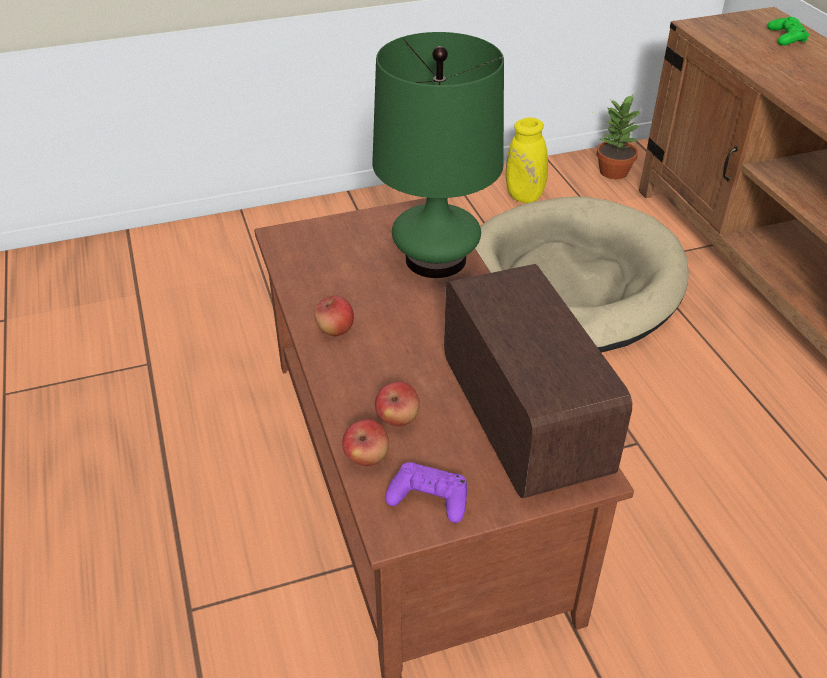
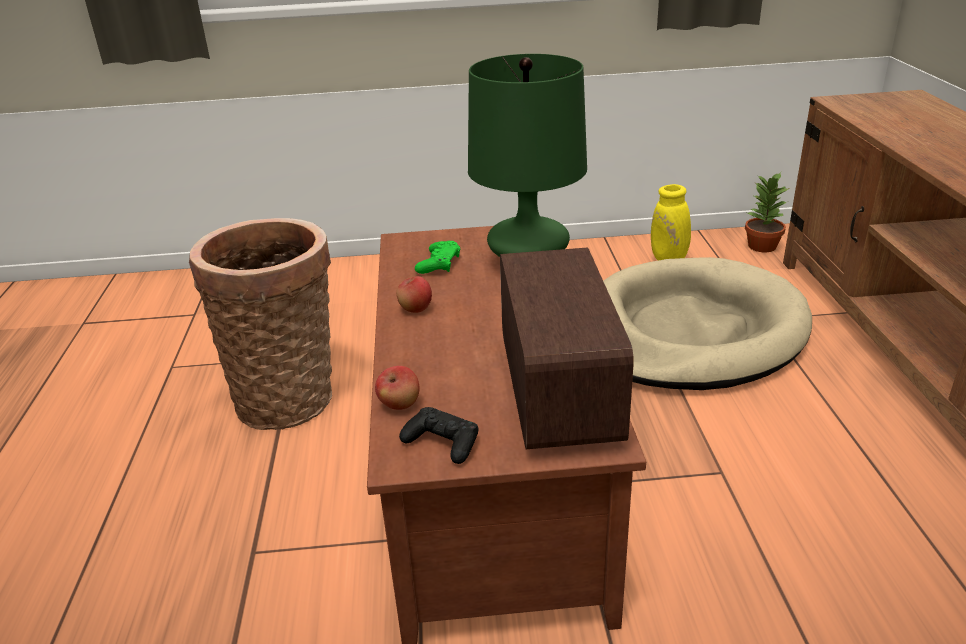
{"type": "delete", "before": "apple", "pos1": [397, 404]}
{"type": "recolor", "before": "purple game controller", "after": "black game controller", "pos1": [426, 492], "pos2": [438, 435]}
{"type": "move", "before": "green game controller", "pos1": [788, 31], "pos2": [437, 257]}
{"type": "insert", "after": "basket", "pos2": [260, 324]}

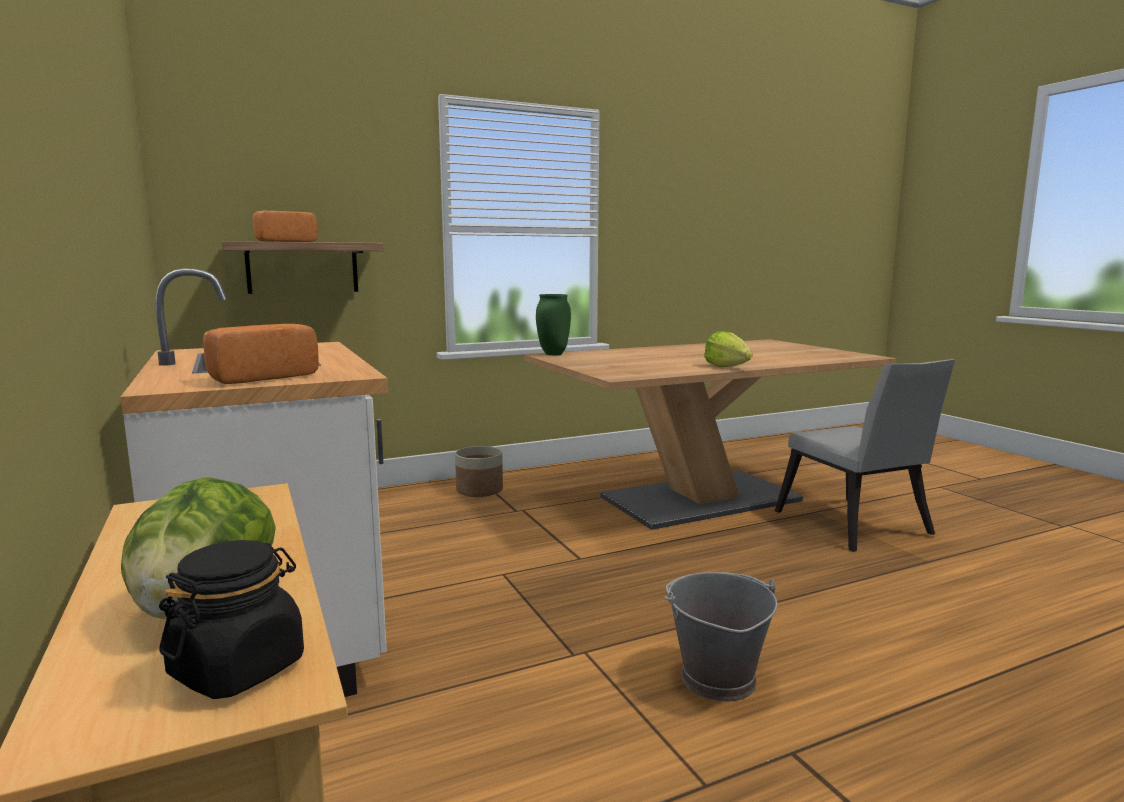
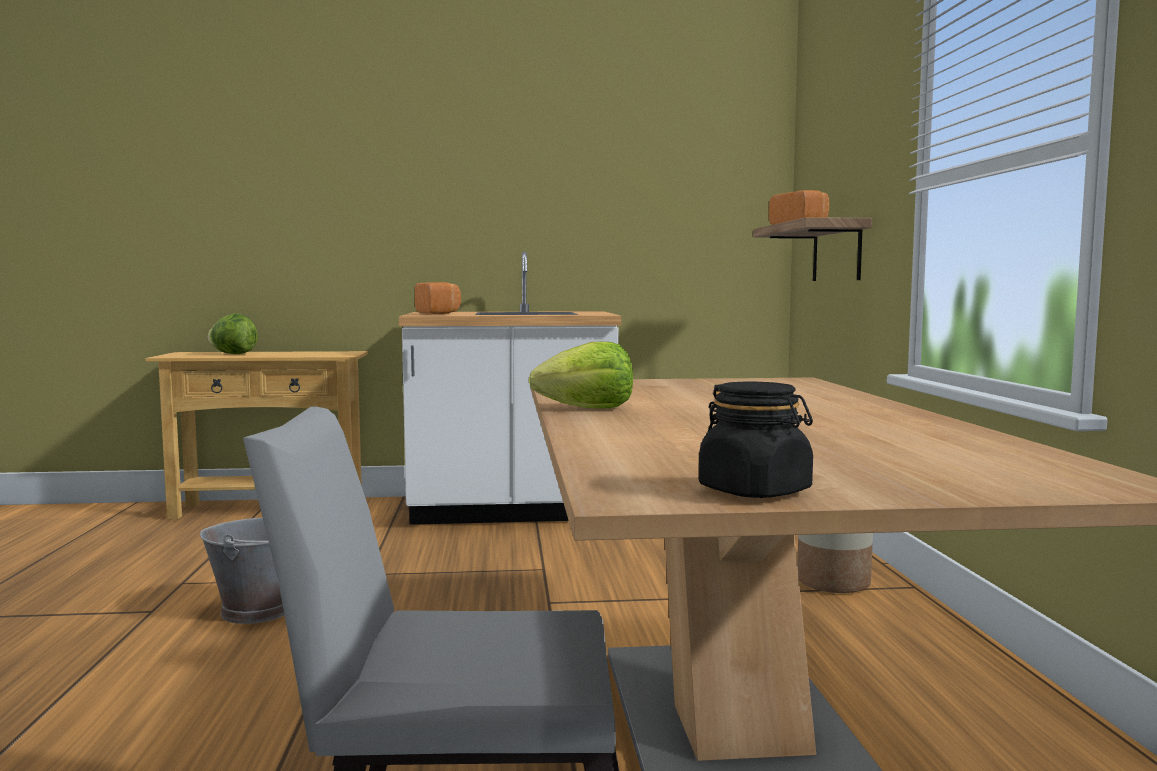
{"type": "move", "before": "black jar", "pos1": [231, 619], "pos2": [756, 439]}
{"type": "delete", "before": "green vase", "pos1": [553, 324]}

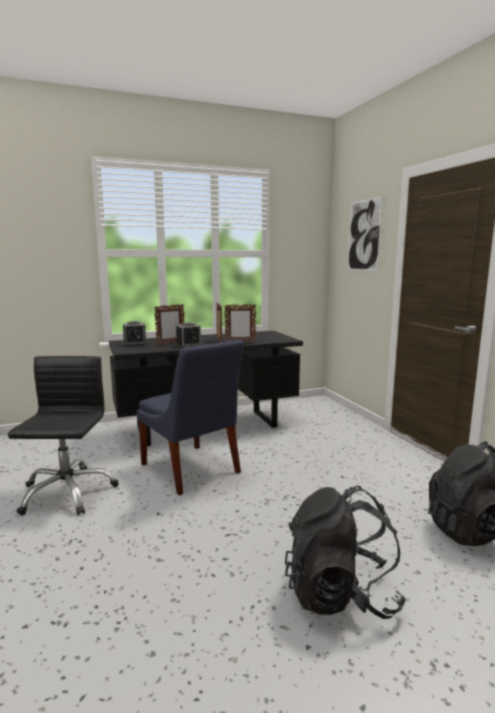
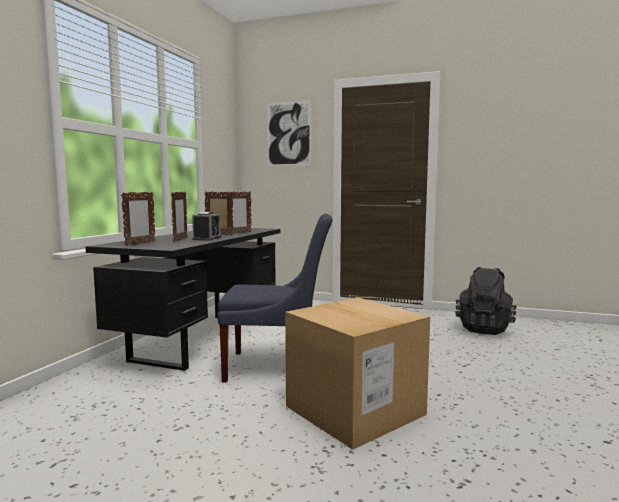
{"type": "delete", "before": "black office chair", "pos1": [63, 436]}
{"type": "replace", "before": "alarm clock", "after": "picture frame", "pos1": [135, 333], "pos2": [138, 219]}
{"type": "delete", "before": "black backpack", "pos1": [345, 552]}
{"type": "insert", "after": "cardboard box", "pos2": [357, 374]}

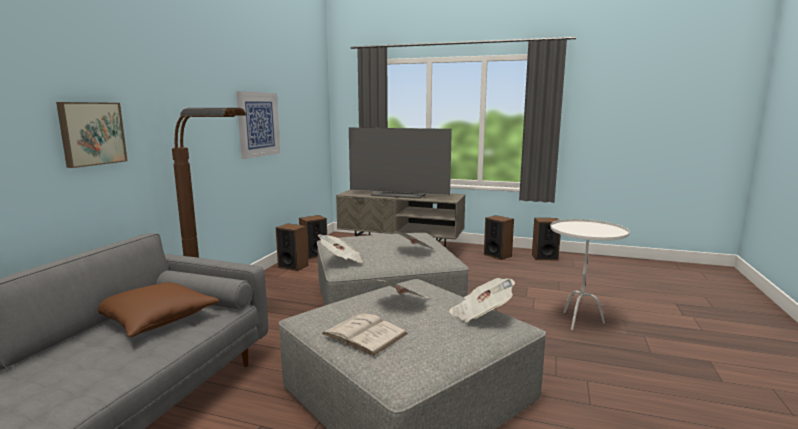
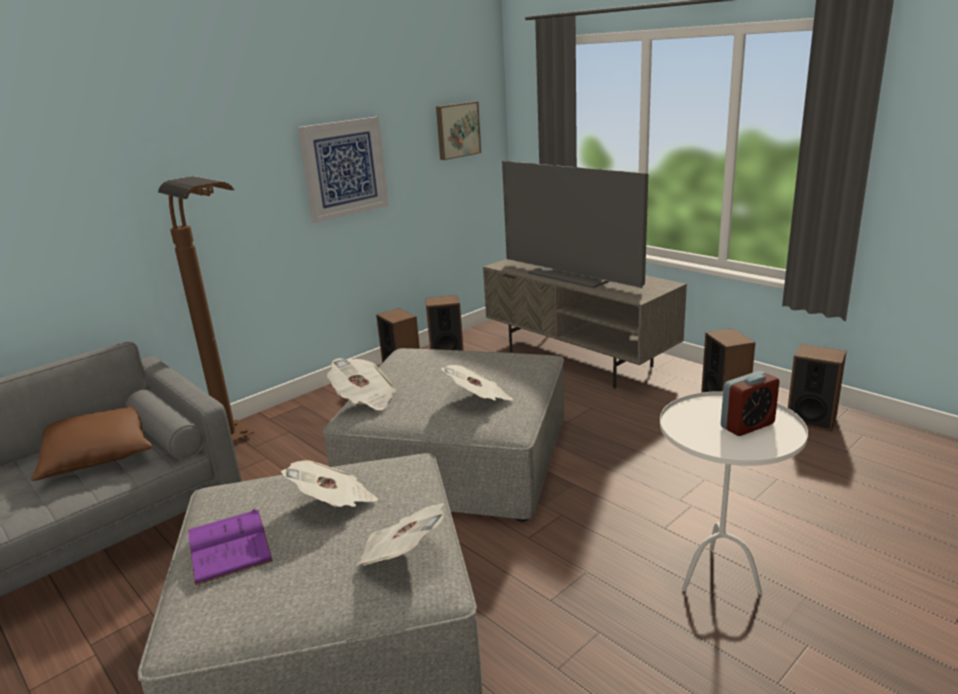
{"type": "move", "before": "picture", "pos1": [92, 135], "pos2": [458, 131]}
{"type": "recolor", "before": "white book", "after": "purple book", "pos1": [365, 333], "pos2": [230, 547]}
{"type": "insert", "after": "alarm clock", "pos2": [750, 403]}

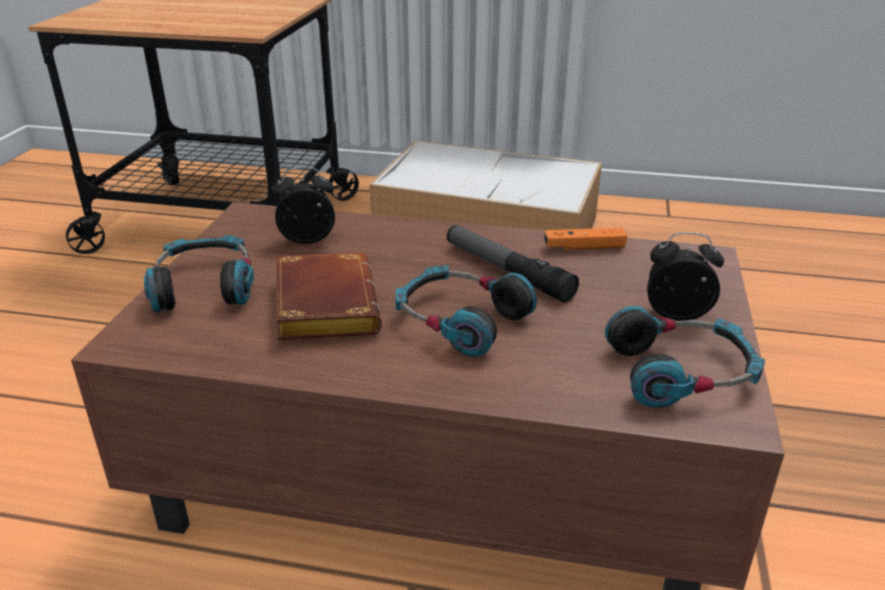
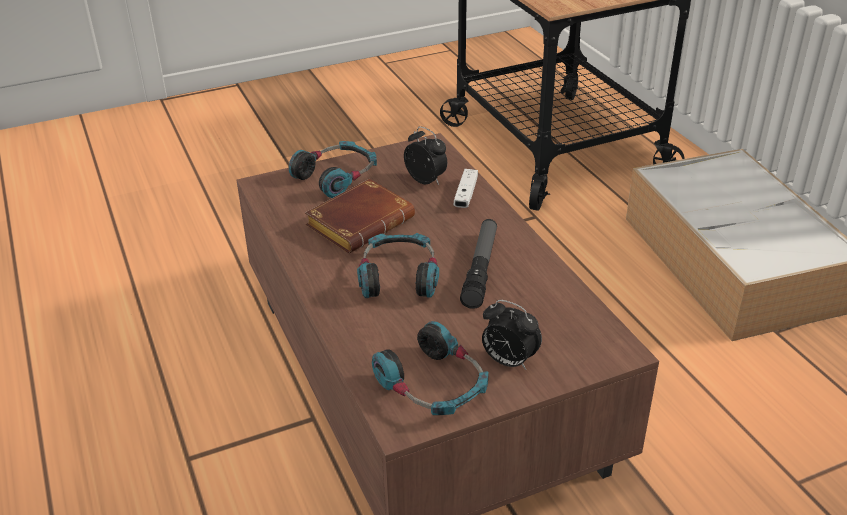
{"type": "delete", "before": "orange game controller", "pos1": [585, 239]}
{"type": "rotate", "before": "alarm clock", "pos1": [685, 276], "pos2": [512, 335], "turn": 150}
{"type": "insert", "after": "white game controller", "pos2": [466, 188]}

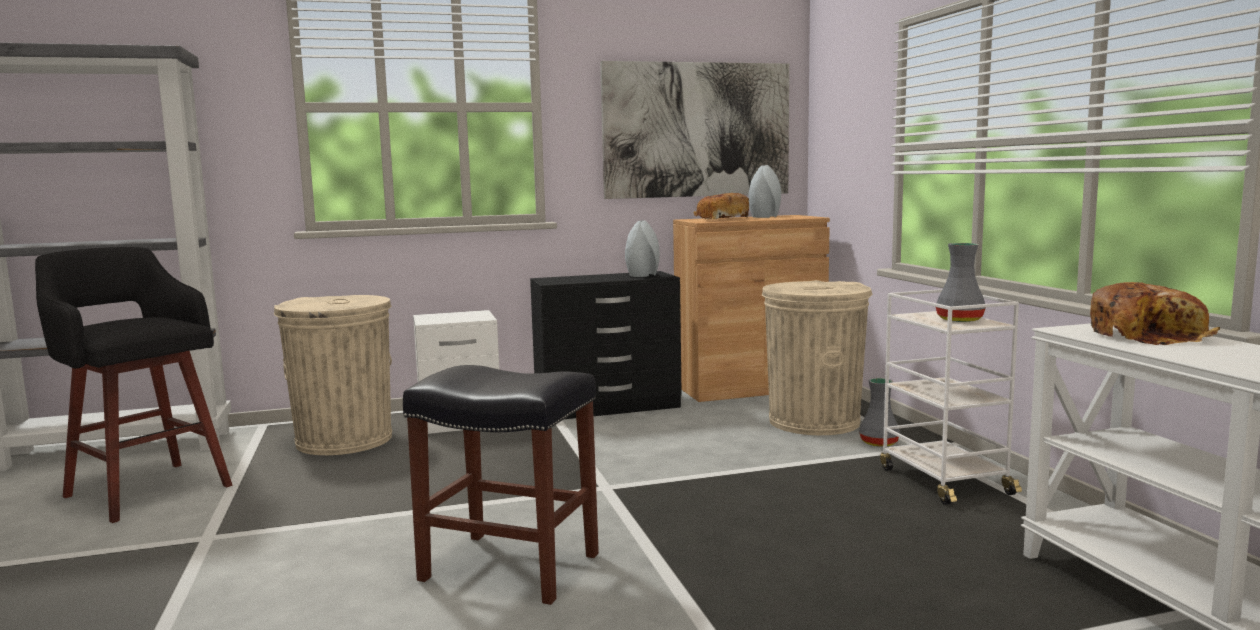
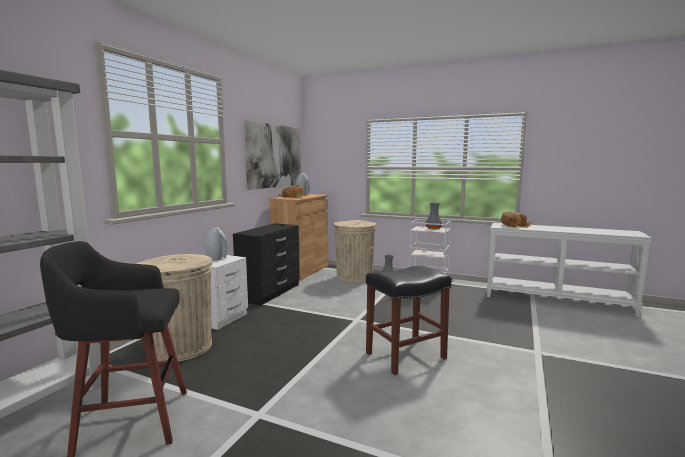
{"type": "move", "before": "grey vase", "pos1": [642, 248], "pos2": [216, 244]}

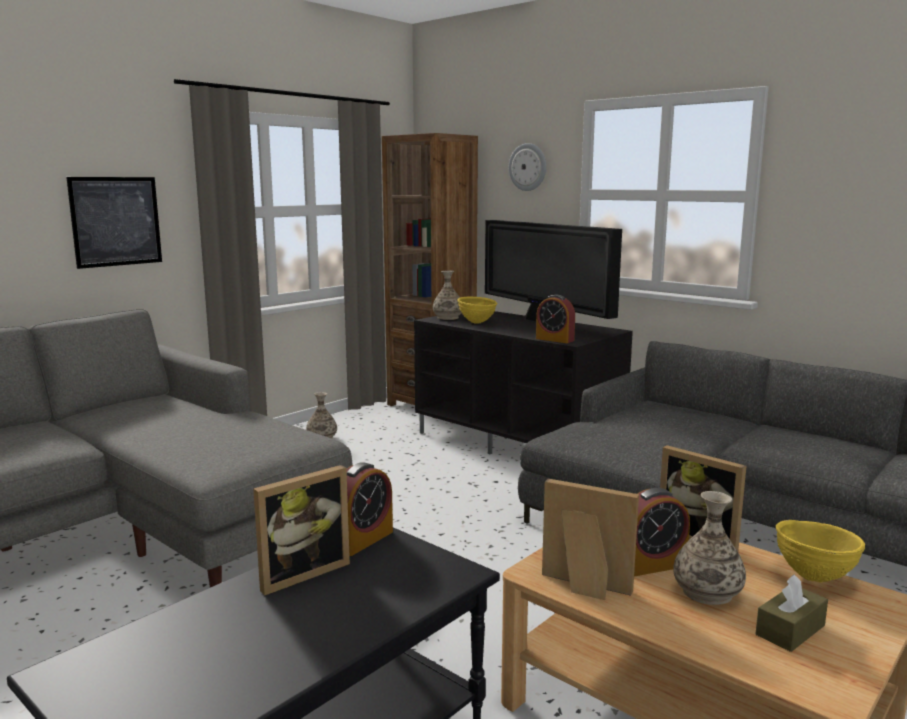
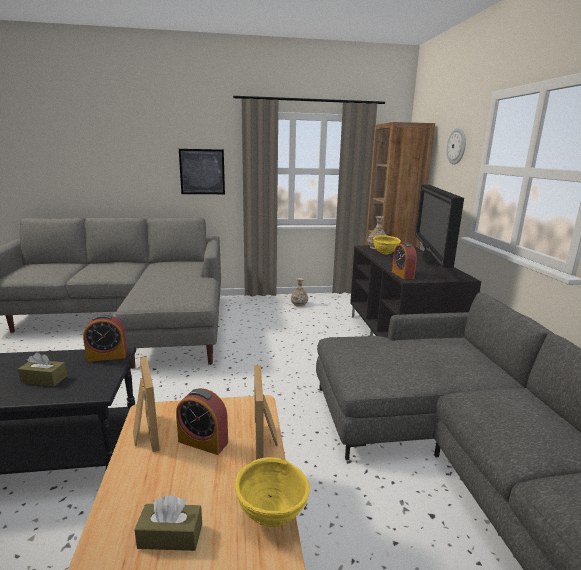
{"type": "delete", "before": "picture frame", "pos1": [301, 530]}
{"type": "delete", "before": "vase", "pos1": [709, 548]}
{"type": "insert", "after": "brown tissue box", "pos2": [42, 369]}

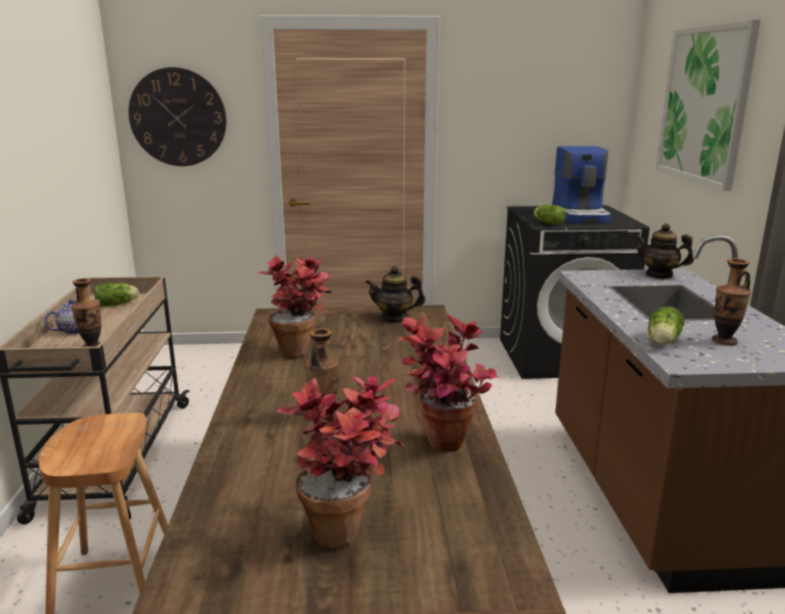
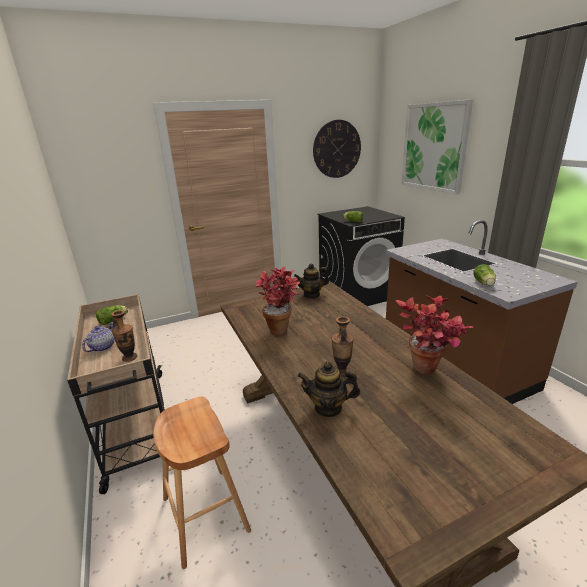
{"type": "move", "before": "wall clock", "pos1": [177, 116], "pos2": [337, 149]}
{"type": "delete", "before": "potted plant", "pos1": [340, 462]}
{"type": "delete", "before": "coffee machine", "pos1": [581, 184]}
{"type": "move", "before": "teapot", "pos1": [664, 251], "pos2": [329, 389]}
{"type": "delete", "before": "vase", "pos1": [731, 302]}

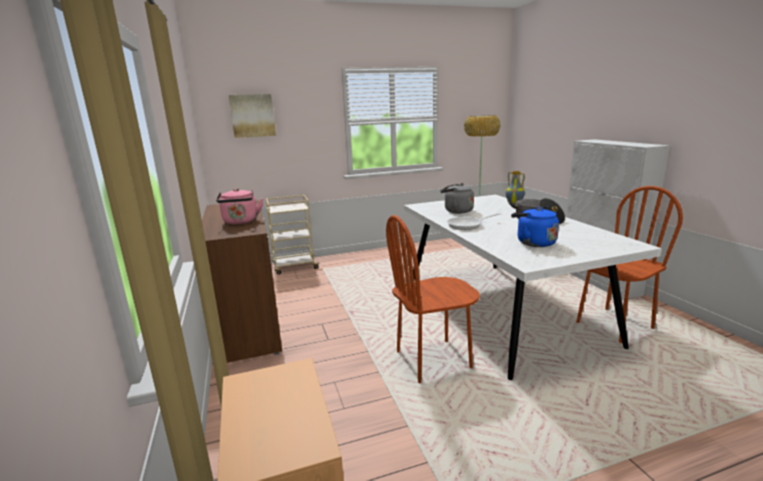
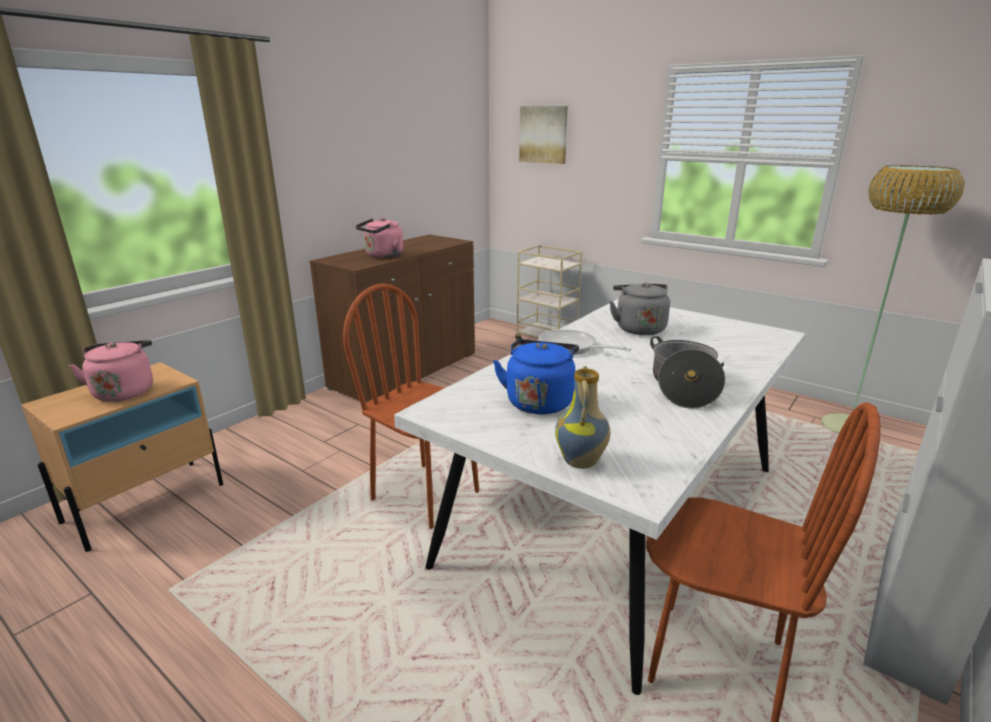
{"type": "move", "before": "vase", "pos1": [515, 187], "pos2": [582, 417]}
{"type": "insert", "after": "pink kettle", "pos2": [111, 371]}

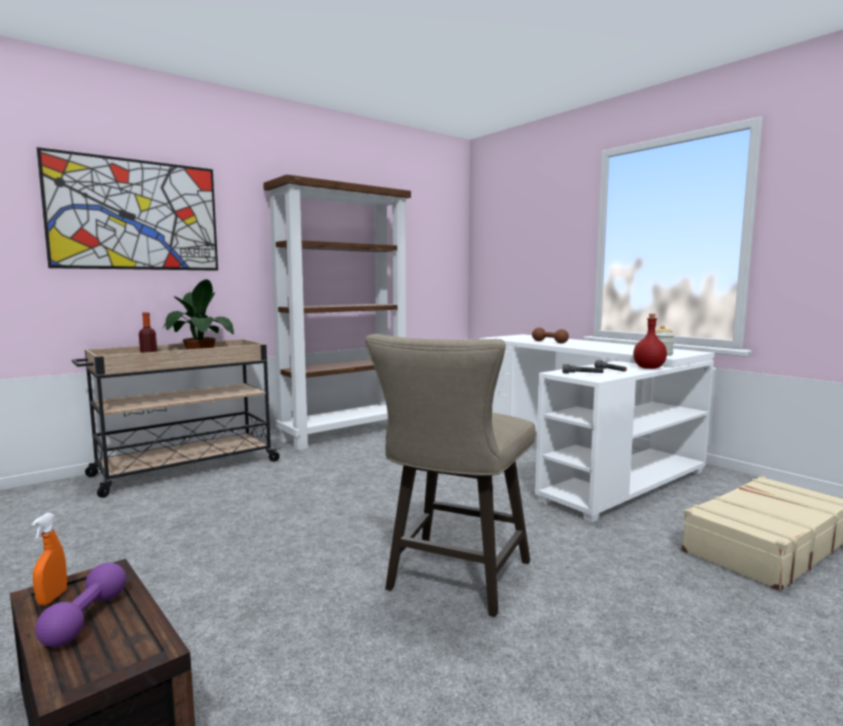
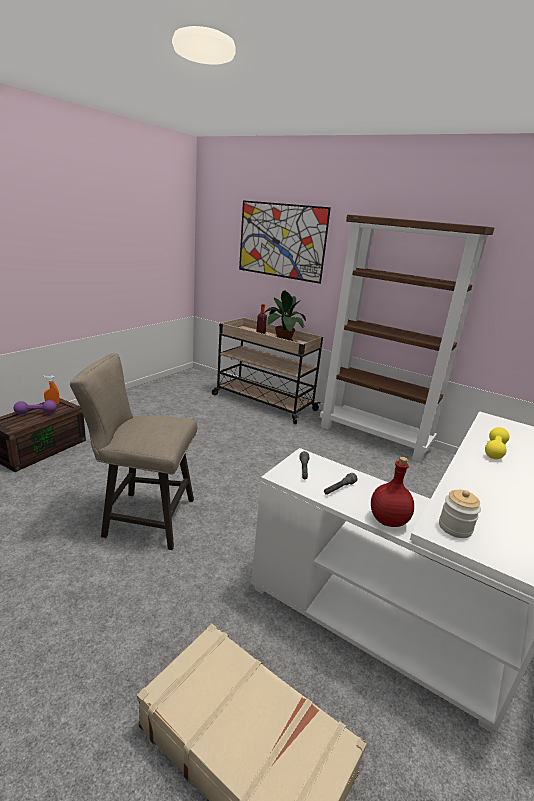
{"type": "recolor", "before": "brown dumbbell", "after": "yellow dumbbell", "pos1": [550, 335], "pos2": [497, 443]}

